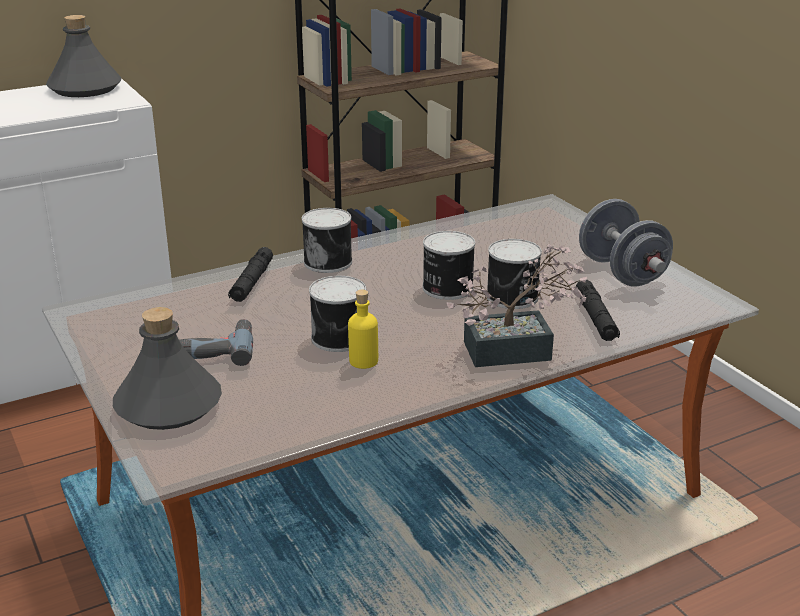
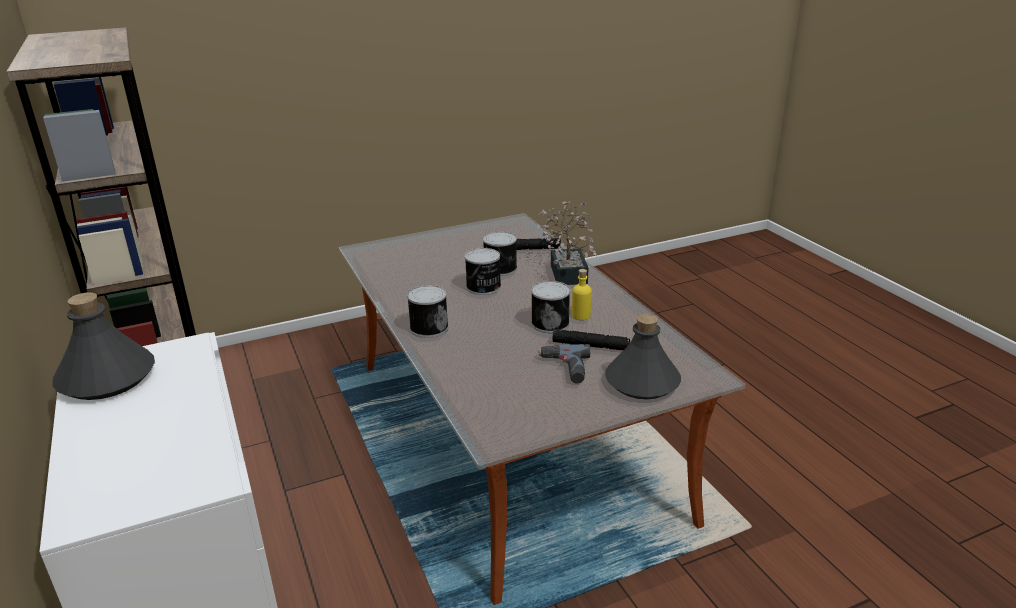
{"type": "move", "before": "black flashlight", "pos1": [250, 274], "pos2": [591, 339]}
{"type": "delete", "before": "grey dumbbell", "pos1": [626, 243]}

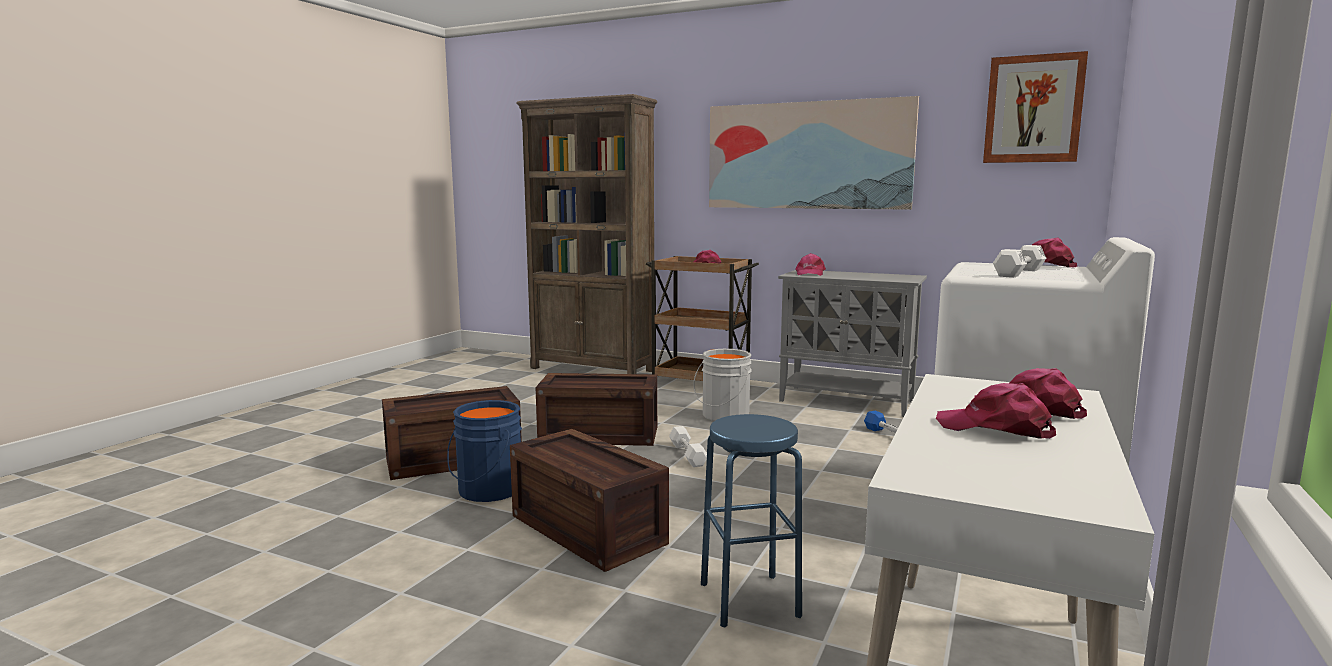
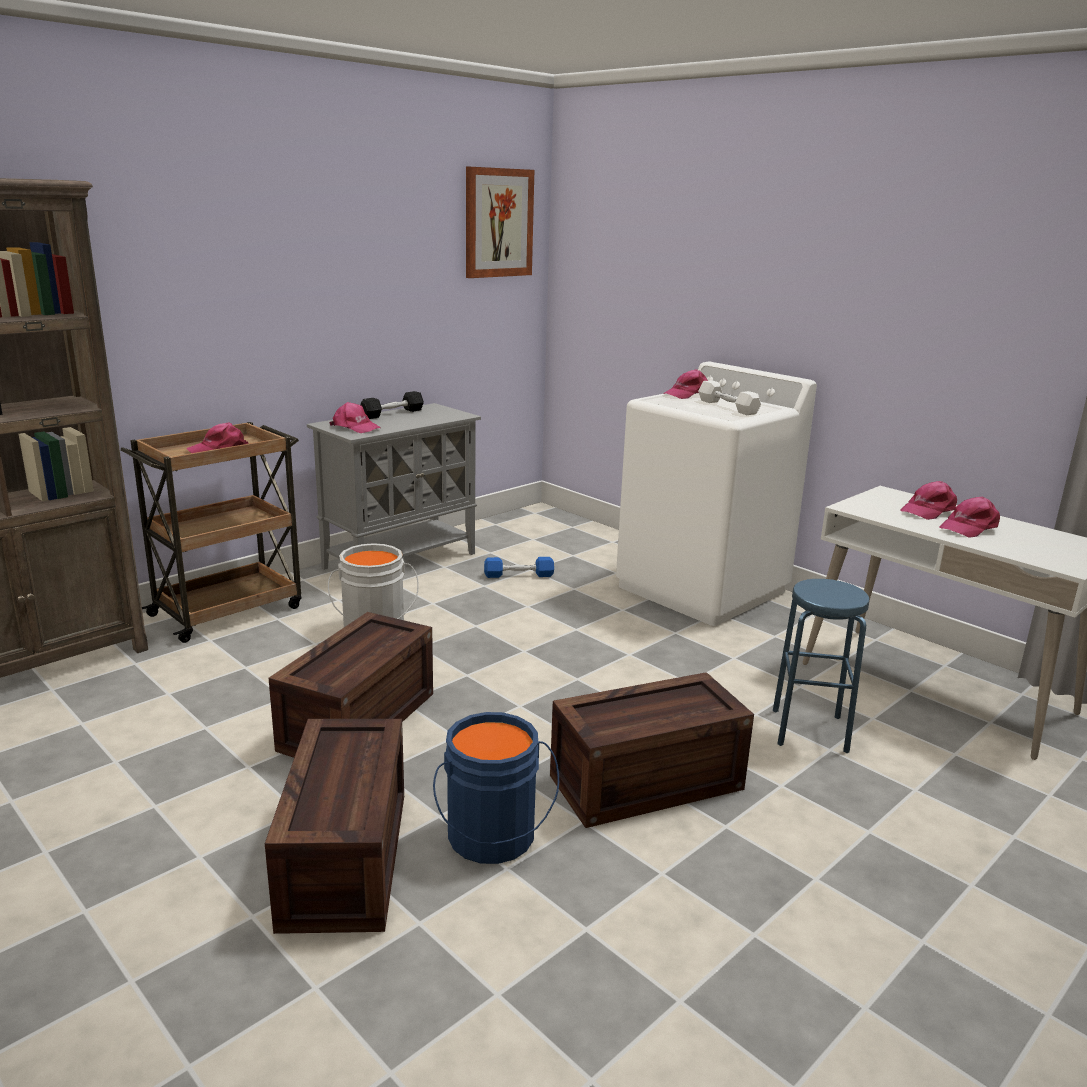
{"type": "delete", "before": "white dumbbell", "pos1": [688, 446]}
{"type": "delete", "before": "picture", "pos1": [814, 153]}
{"type": "insert", "after": "black dumbbell", "pos2": [392, 405]}

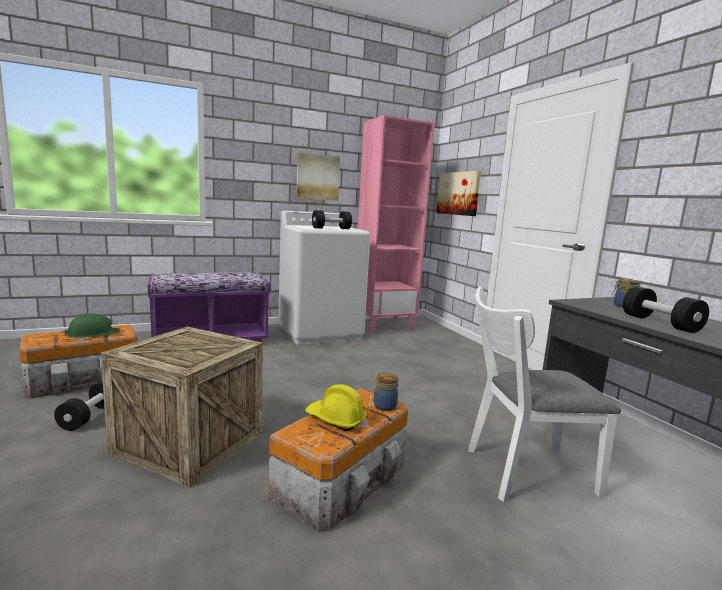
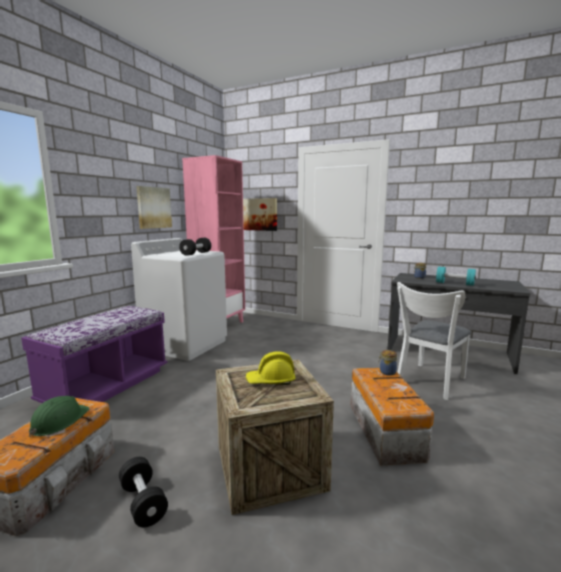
{"type": "move", "before": "yellow hard hat", "pos1": [336, 407], "pos2": [271, 368]}
{"type": "recolor", "before": "black dumbbell", "after": "turquoise dumbbell", "pos1": [666, 309], "pos2": [456, 276]}

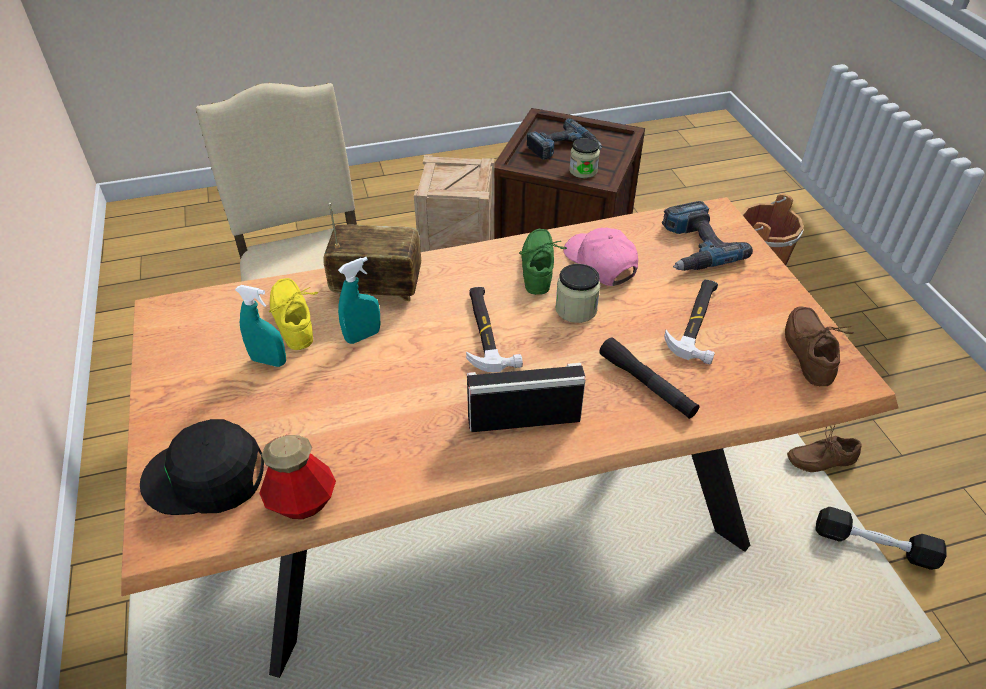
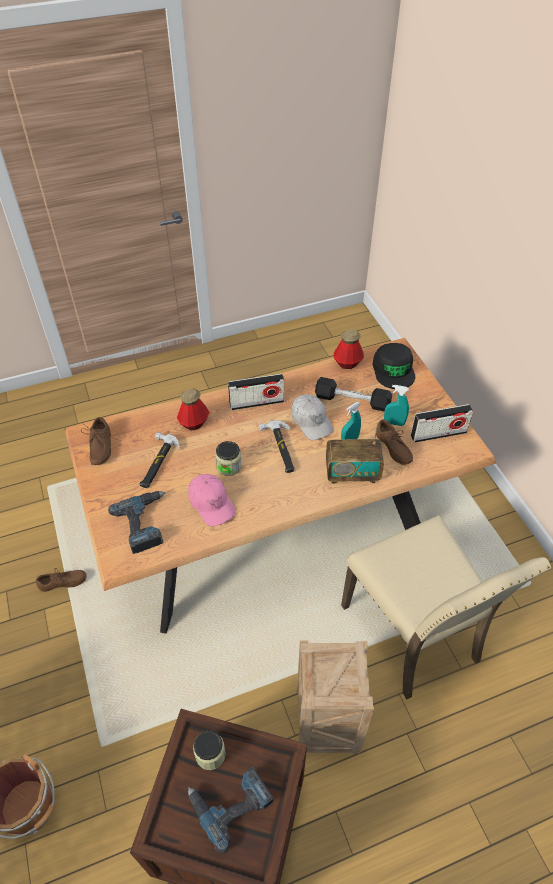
{"type": "rotate", "before": "black cap", "pos1": [202, 467], "pos2": [394, 366], "turn": 90}
{"type": "recolor", "before": "yellow shoe", "after": "brown shoe", "pos1": [293, 314], "pos2": [394, 442]}
{"type": "delete", "before": "green shoe", "pos1": [543, 262]}
{"type": "replace", "before": "black flashlight", "after": "bottle", "pos1": [649, 378], "pos2": [193, 410]}
{"type": "move", "before": "black dumbbell", "pos1": [881, 538], "pos2": [353, 394]}
{"type": "insert", "after": "white cap", "pos2": [312, 417]}
{"type": "insert", "after": "radio", "pos2": [442, 423]}

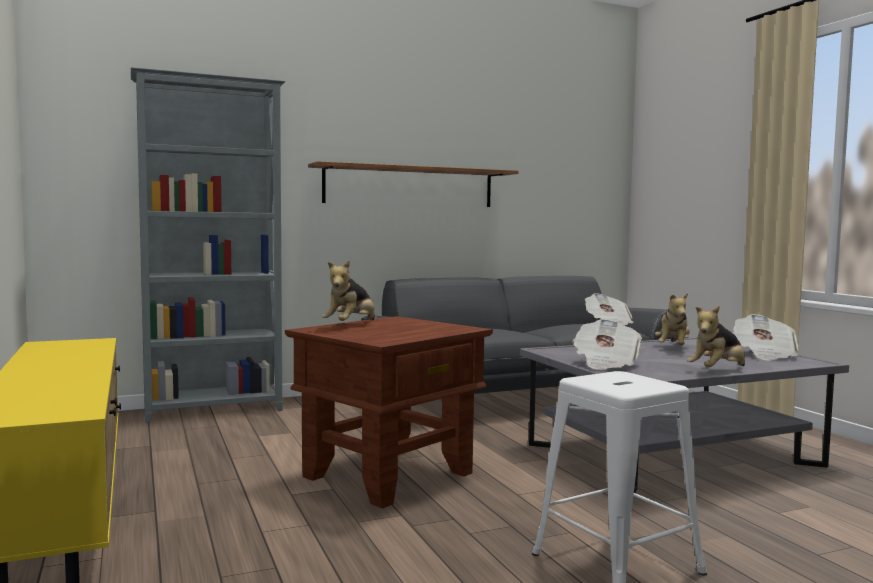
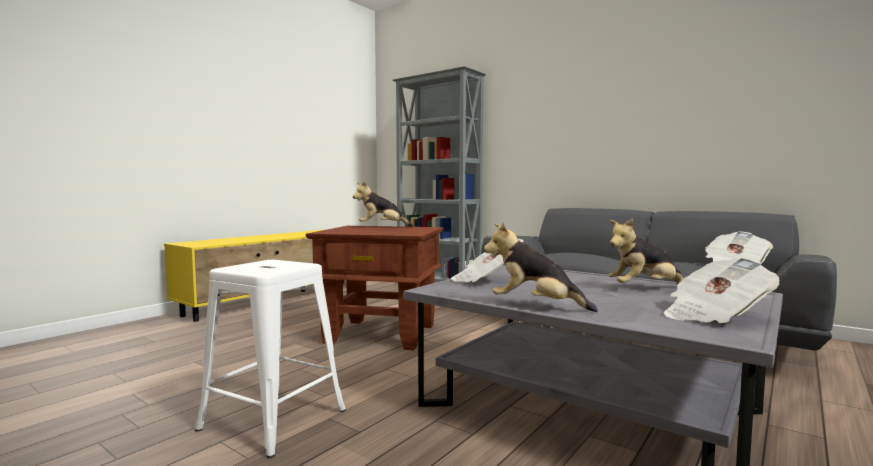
{"type": "delete", "before": "shelf", "pos1": [413, 184]}

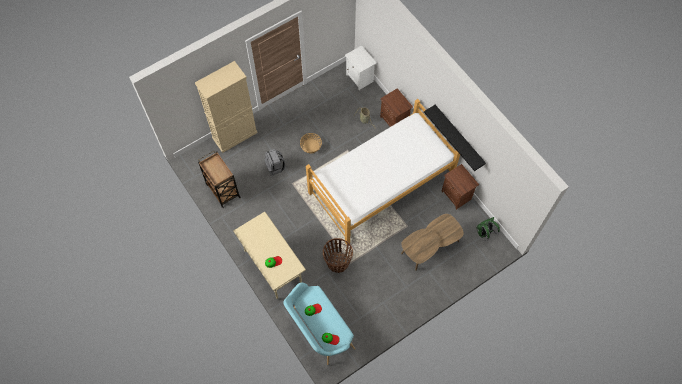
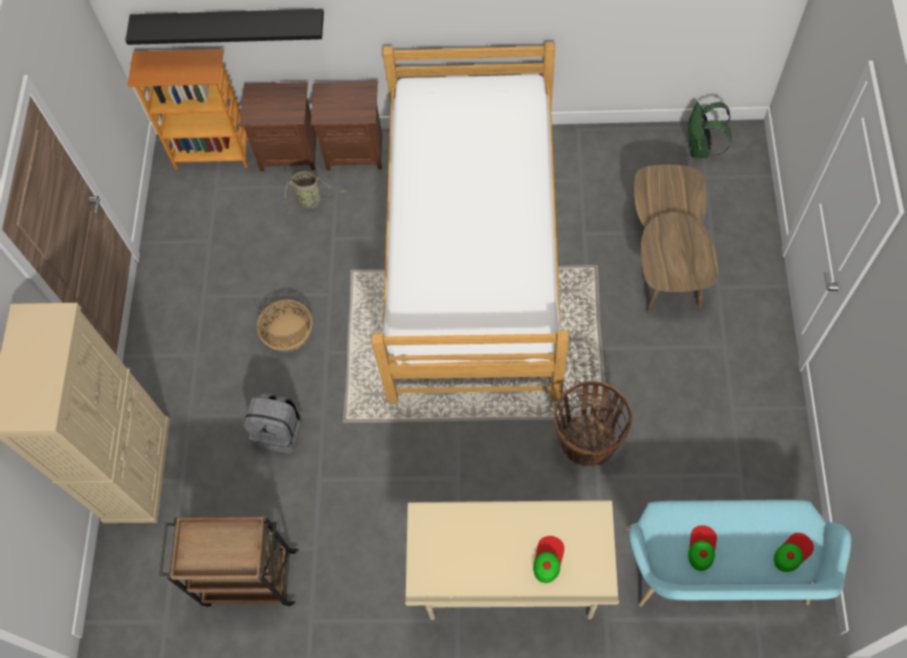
{"type": "replace", "before": "white nightstand", "after": "bookcase", "pos1": [361, 68], "pos2": [188, 109]}
{"type": "move", "before": "black shelf", "pos1": [455, 138], "pos2": [224, 27]}
{"type": "move", "before": "brown nightstand", "pos1": [460, 187], "pos2": [278, 126]}

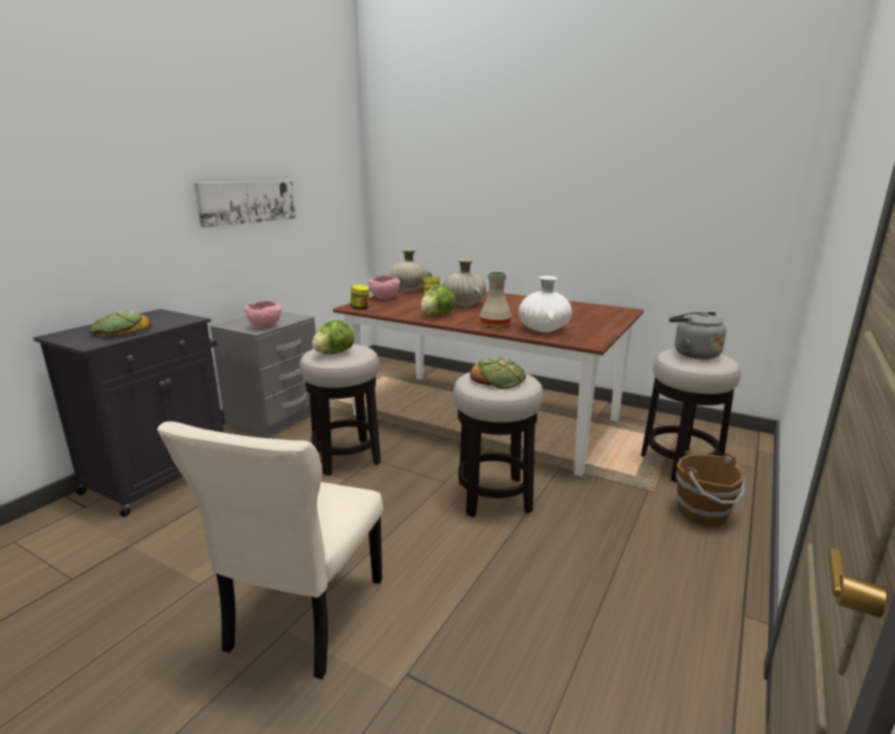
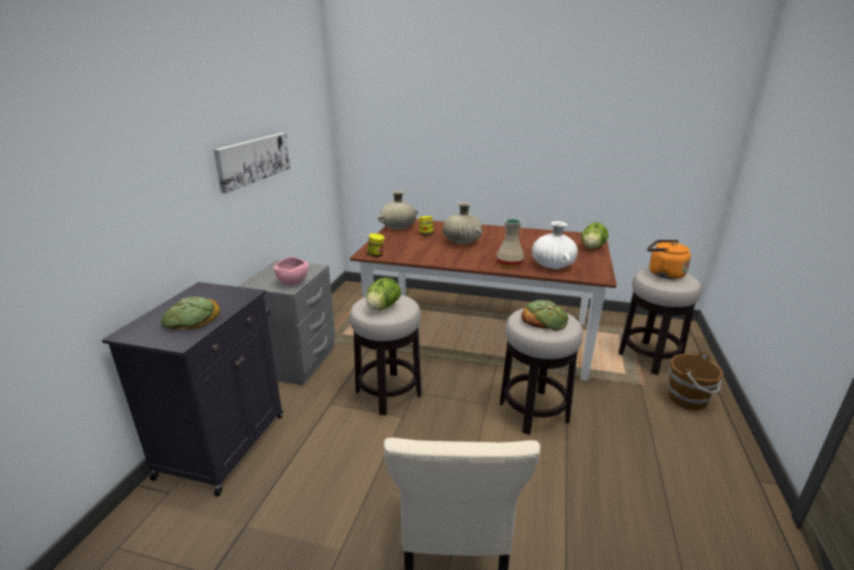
{"type": "delete", "before": "pink bowl", "pos1": [384, 287]}
{"type": "move", "before": "lettuce", "pos1": [438, 300], "pos2": [594, 235]}
{"type": "recolor", "before": "grey kettle", "after": "orange kettle", "pos1": [697, 335], "pos2": [669, 259]}

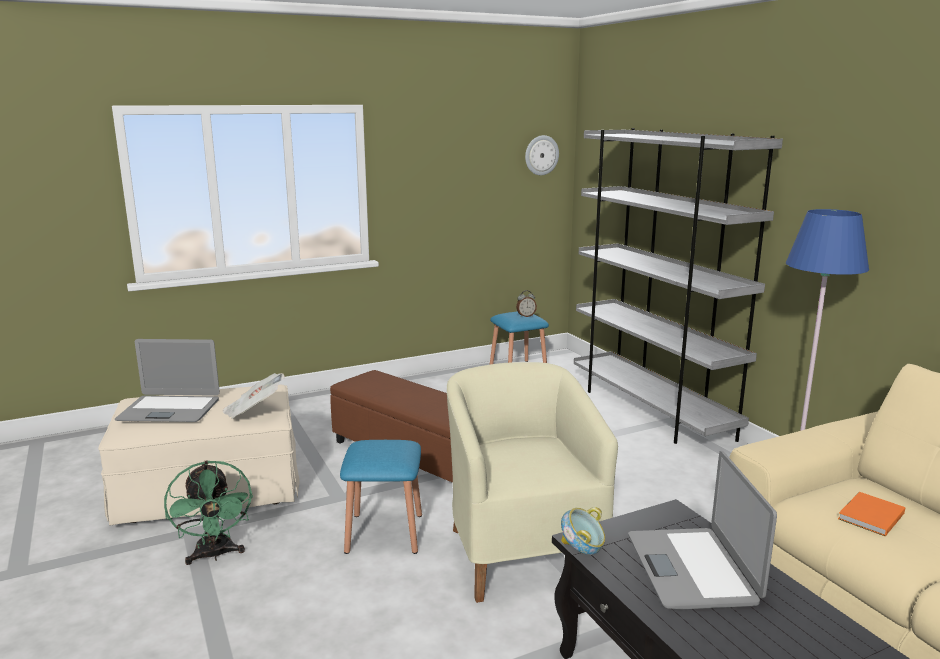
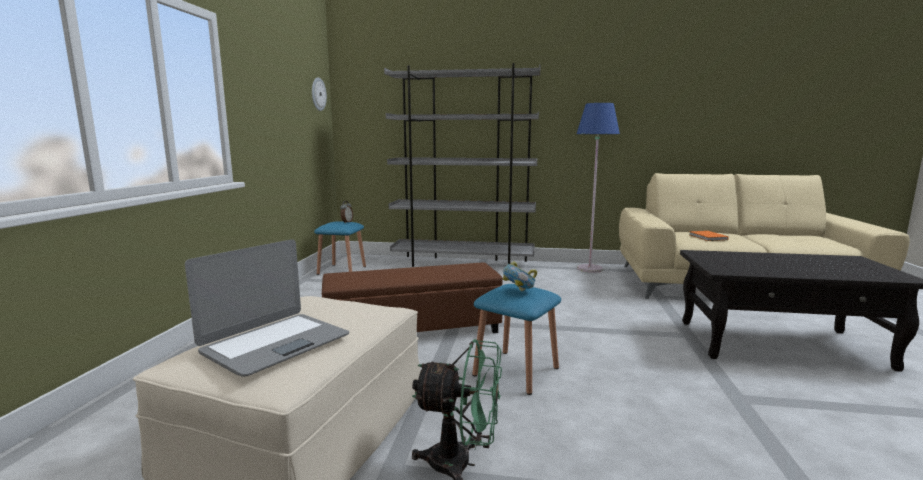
{"type": "delete", "before": "newspaper", "pos1": [253, 396]}
{"type": "delete", "before": "beige armchair", "pos1": [532, 482]}
{"type": "move", "before": "bowl", "pos1": [583, 531], "pos2": [520, 276]}
{"type": "delete", "before": "laptop", "pos1": [702, 530]}

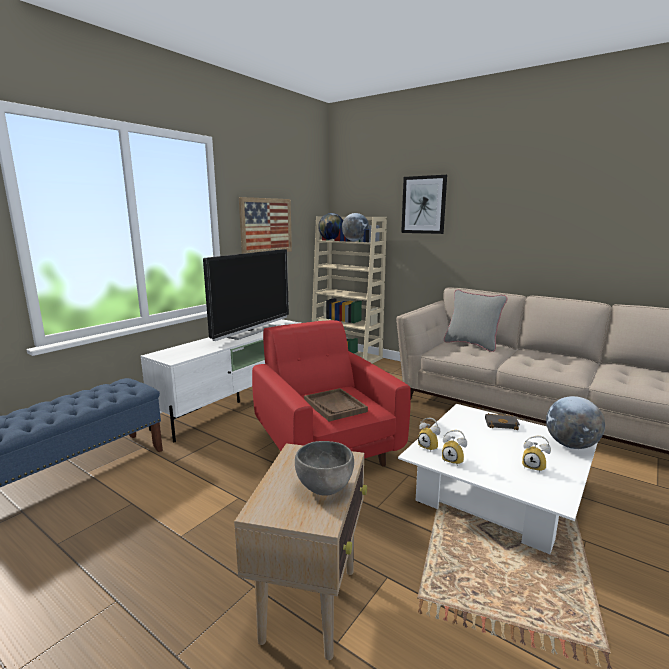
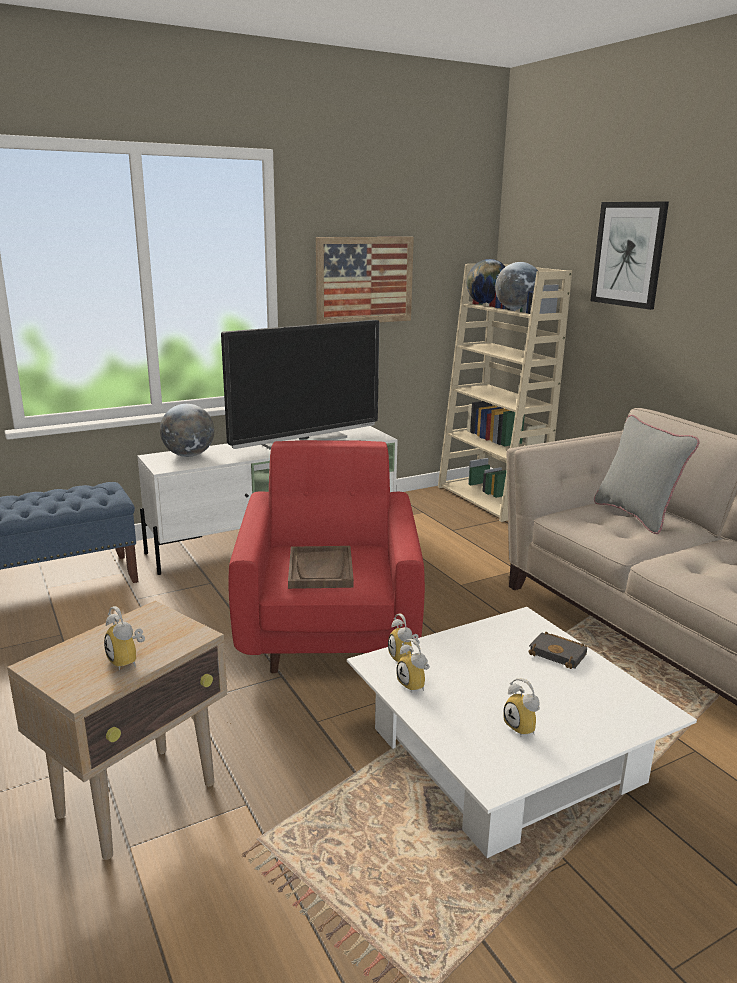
{"type": "replace", "before": "grey bowl", "after": "alarm clock", "pos1": [324, 468], "pos2": [124, 638]}
{"type": "move", "before": "globe", "pos1": [575, 422], "pos2": [187, 430]}

